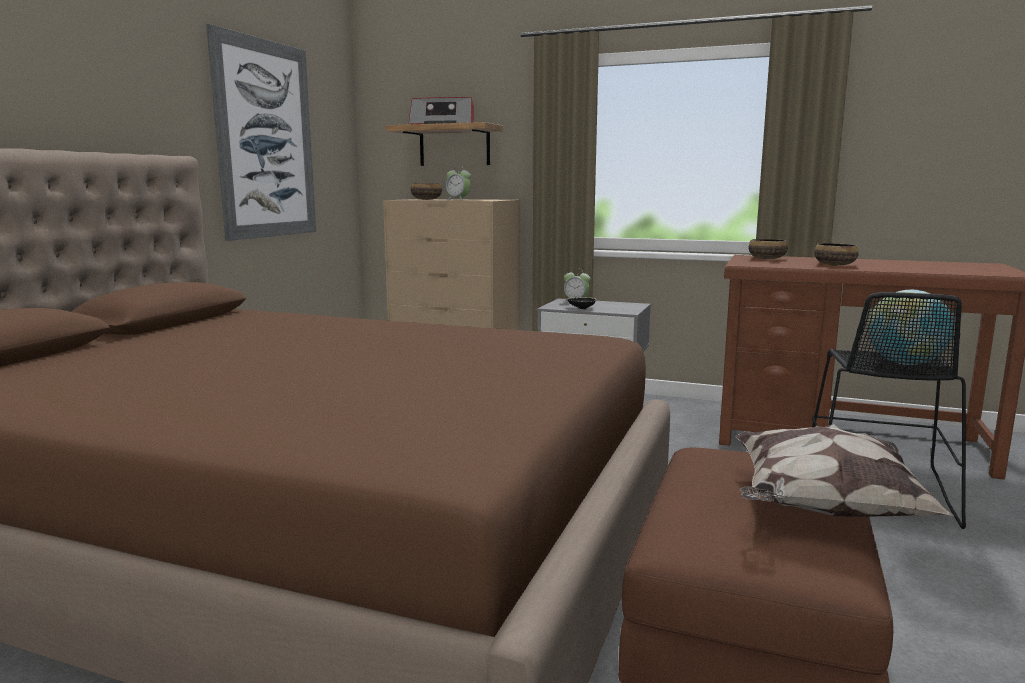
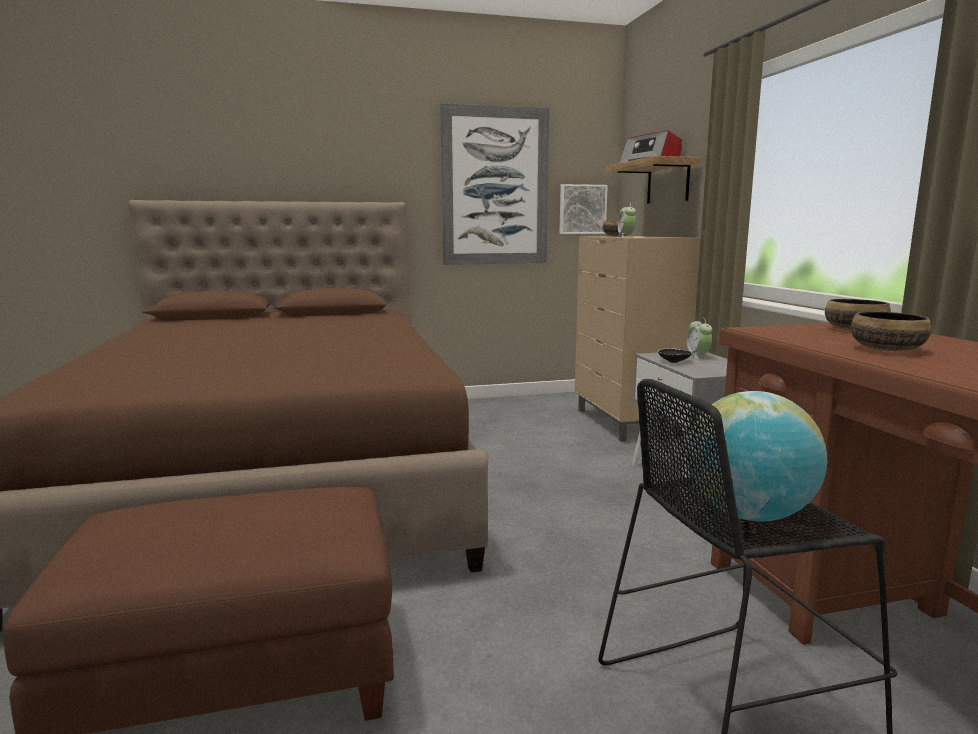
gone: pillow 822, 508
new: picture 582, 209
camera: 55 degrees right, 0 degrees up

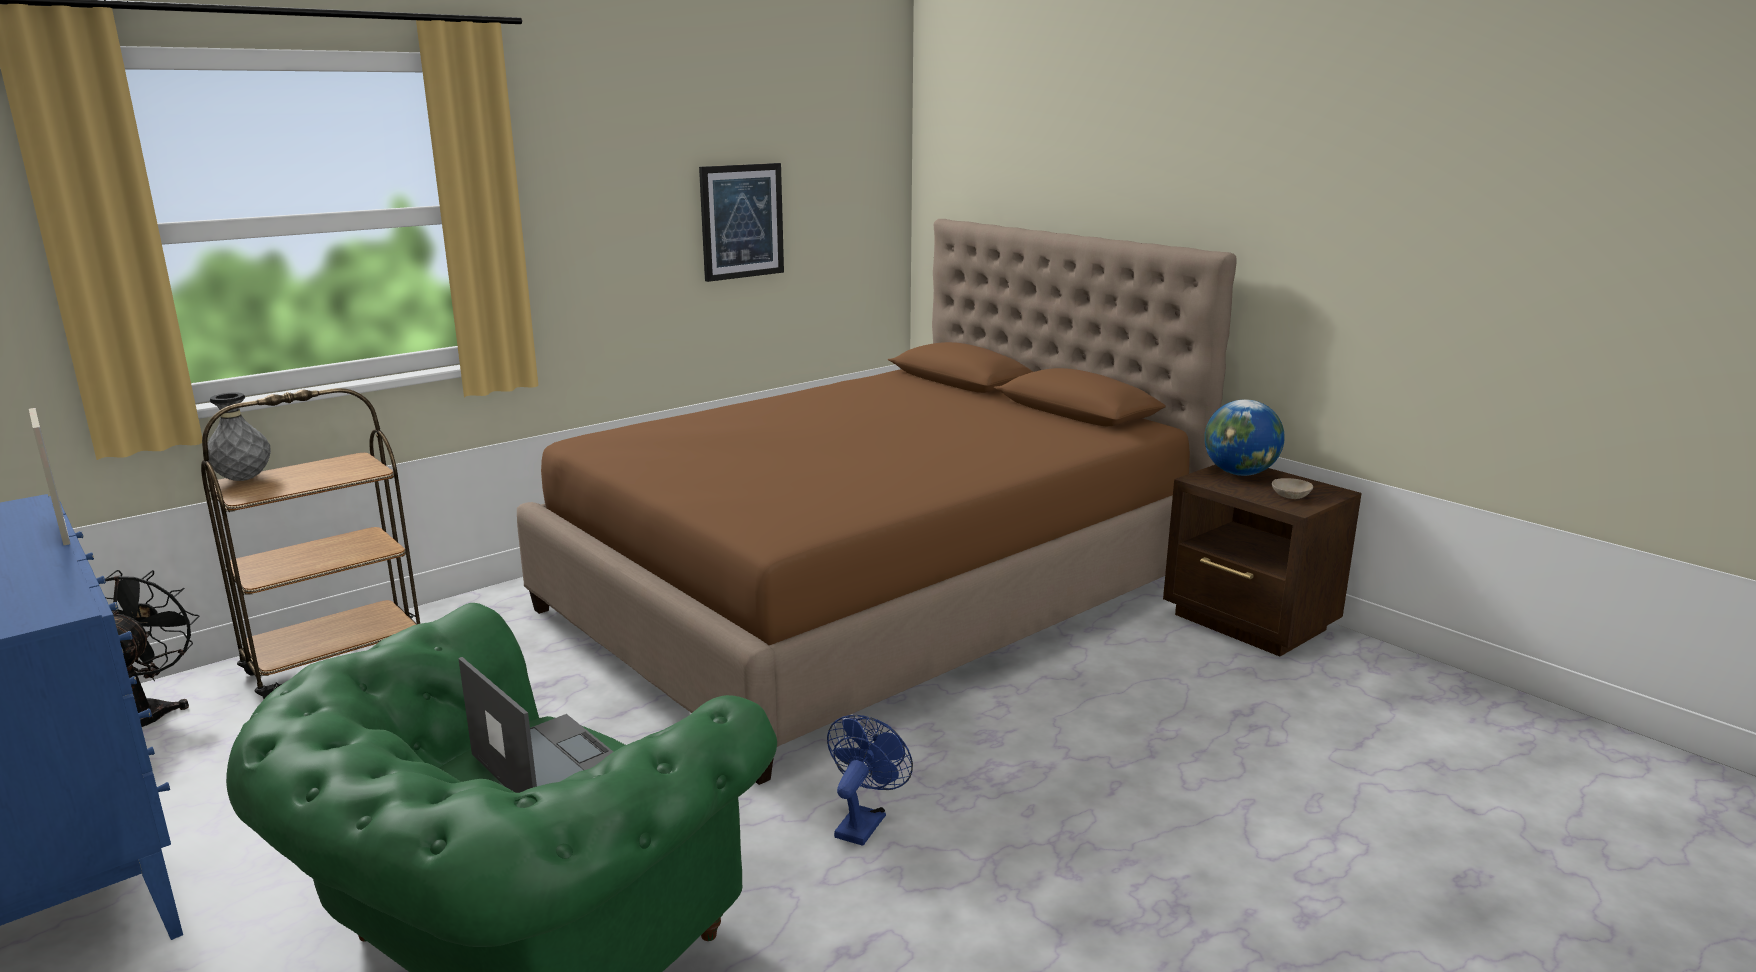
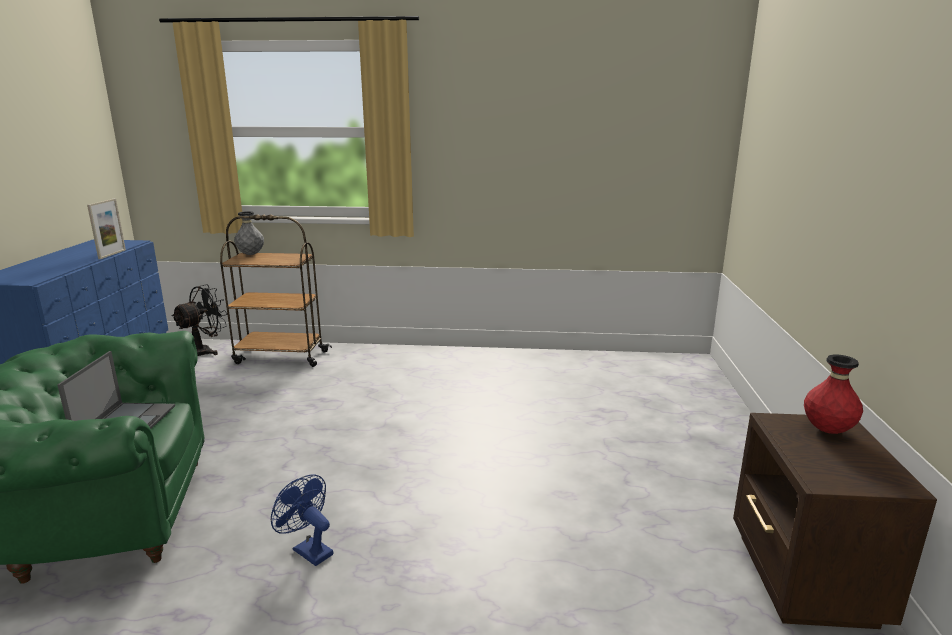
gone: picture 741, 221; brown bed 877, 595; beige bowl 1290, 496
swapped: globe 1240, 473 to red vase 827, 431
rotated: blue fan 863, 821 = 308, 550 120 degrees counterclockwise
camera: 45 degrees right, 0 degrees up

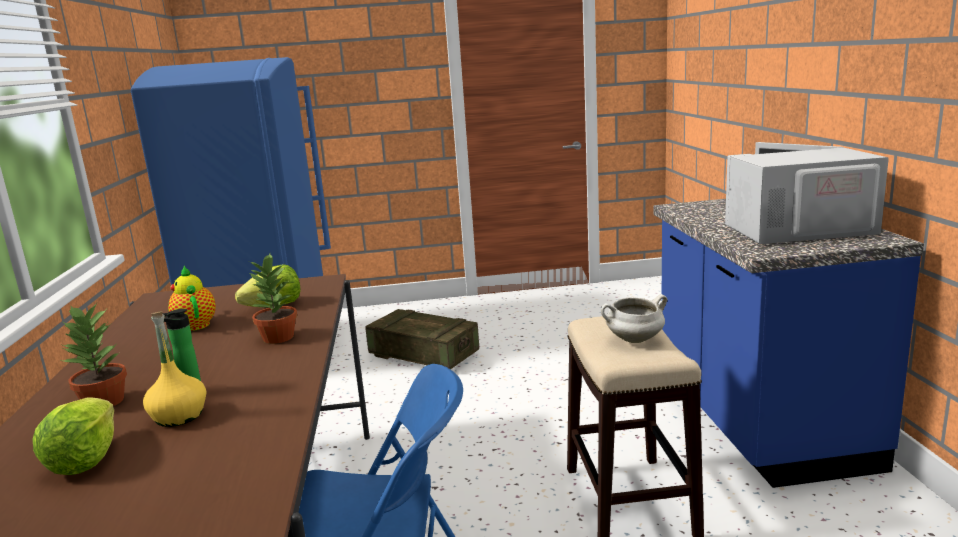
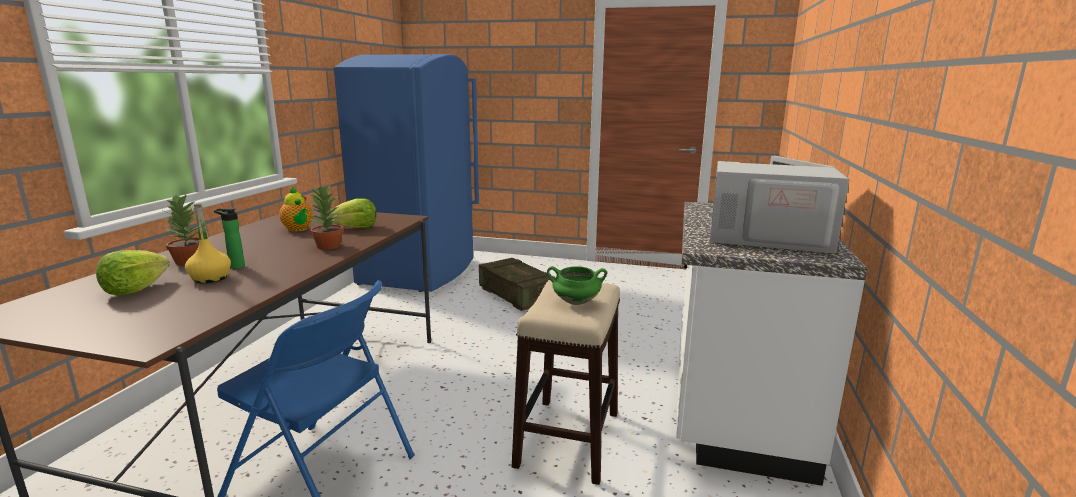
repainted: blue counter 757, 421 to white counter 733, 409; white cooking pot 634, 340 to green cooking pot 575, 302
rotated: teapot 195, 324 = 298, 229 150 degrees clockwise
camera: 20 degrees right, 0 degrees up

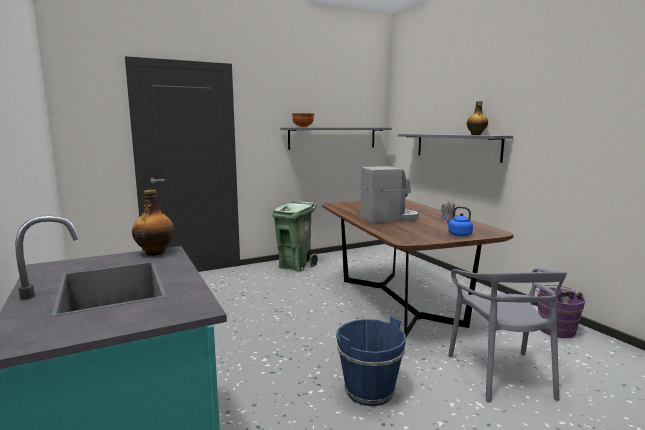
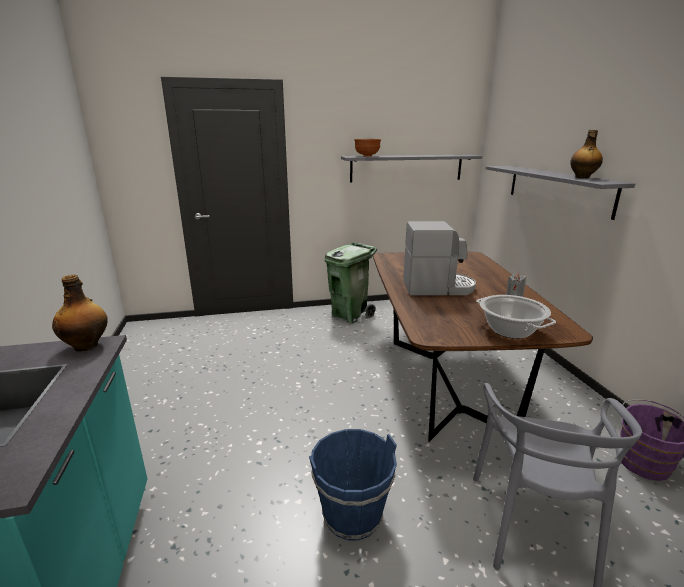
swapped: blue kettle 458, 234 to cooking pot 510, 330
camera: 15 degrees right, 10 degrees up

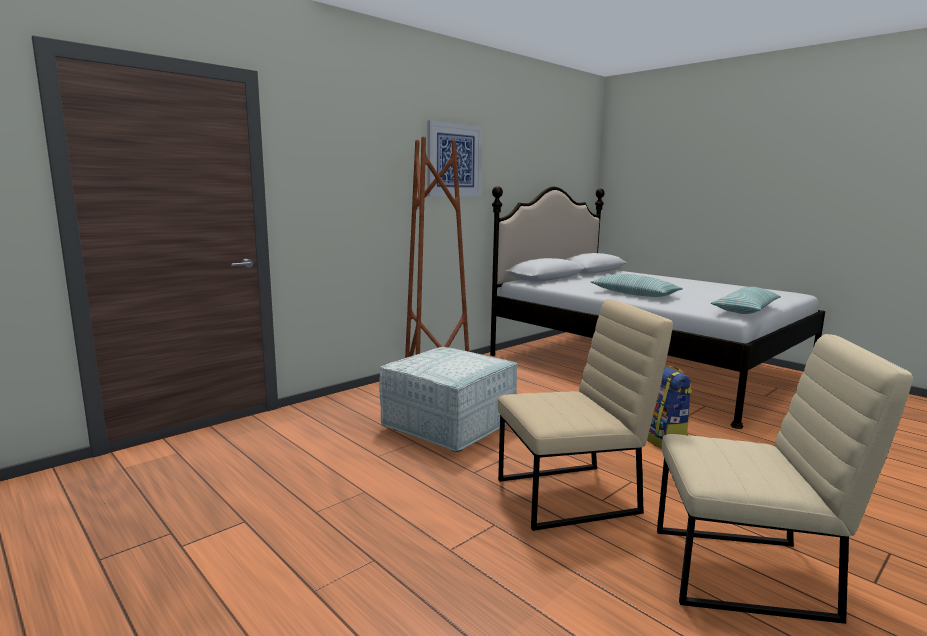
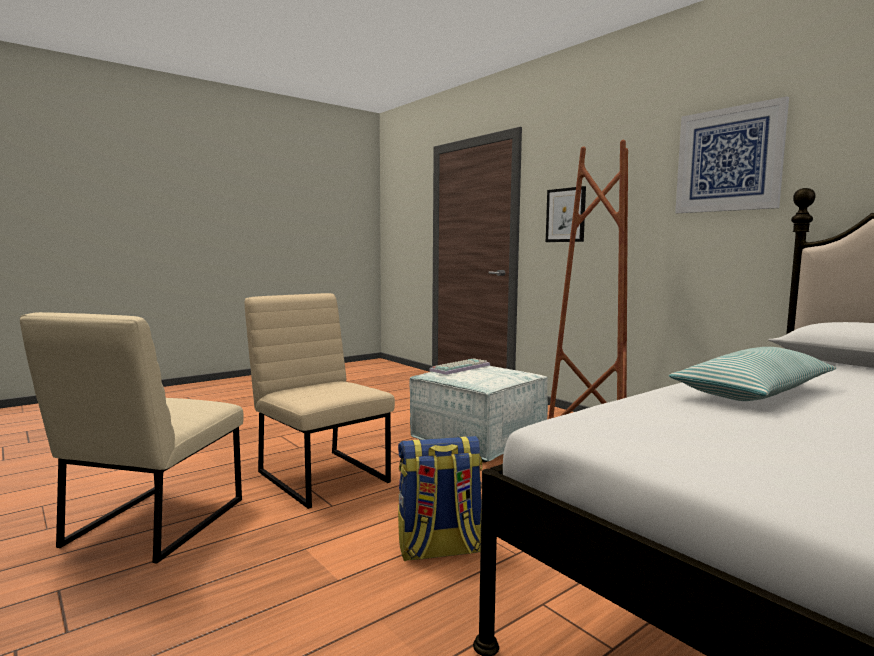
gone: pillow 745, 310
new: picture 565, 215; keyboard 460, 367
rotated: beige chair 571, 495 = 321, 475 150 degrees clockwise
camera: 95 degrees right, 5 degrees down

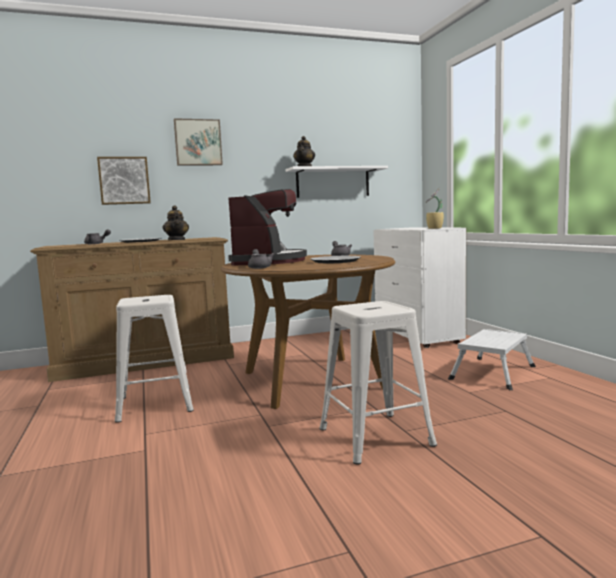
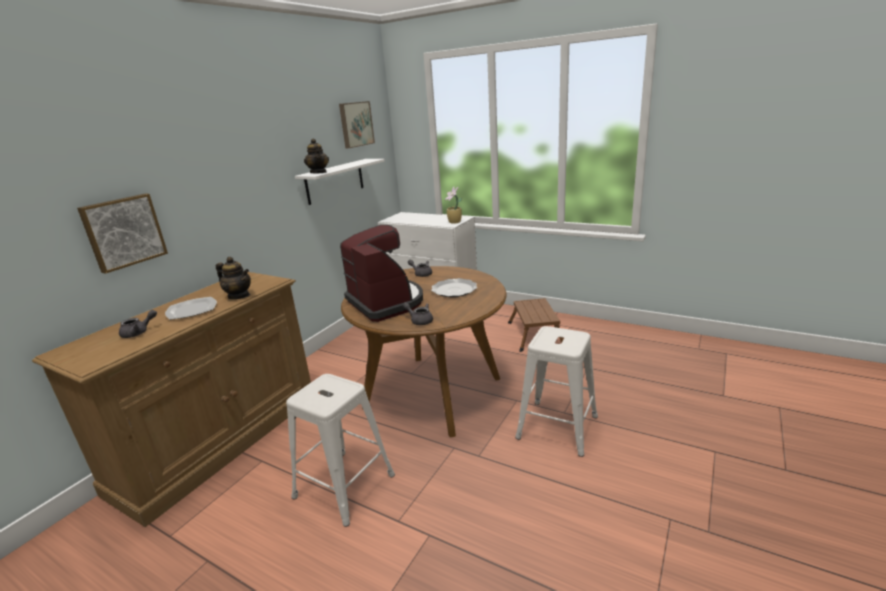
shifted: picture 198, 142 to 355, 124
repainted: white step ladder 493, 372 to brown step ladder 535, 334
camera: 40 degrees left, 15 degrees up

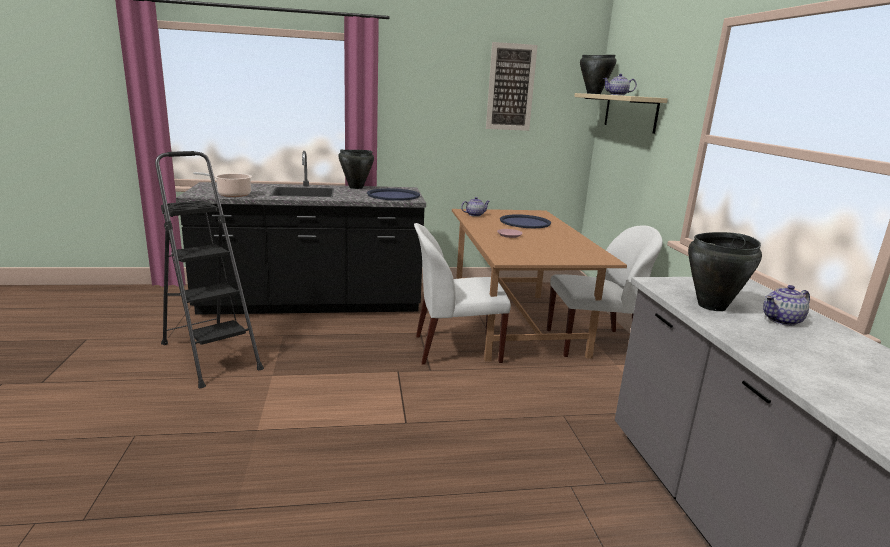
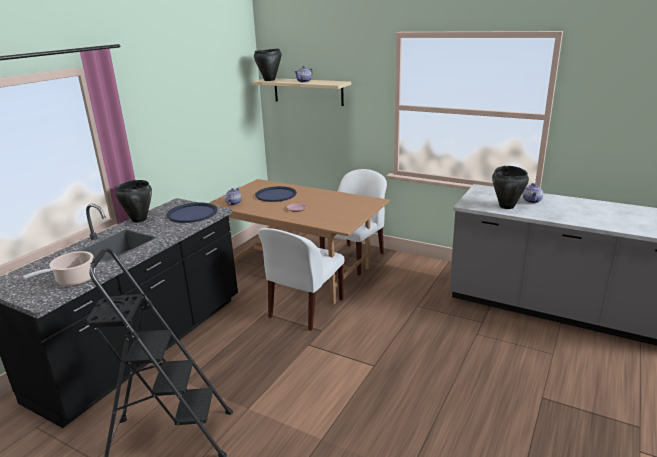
gone: picture 511, 87
camera: 50 degrees left, 5 degrees up

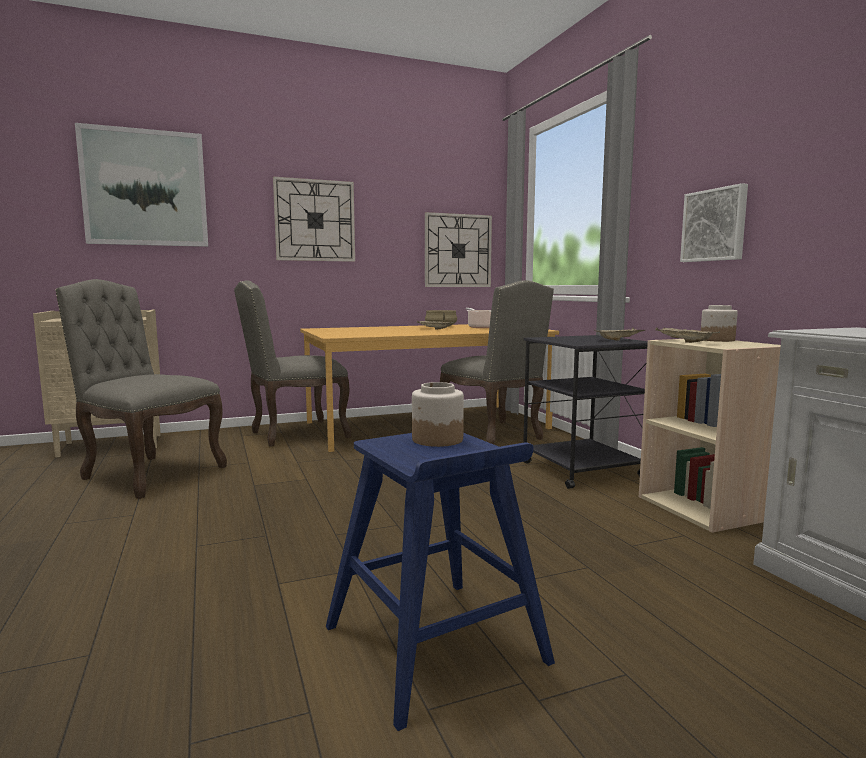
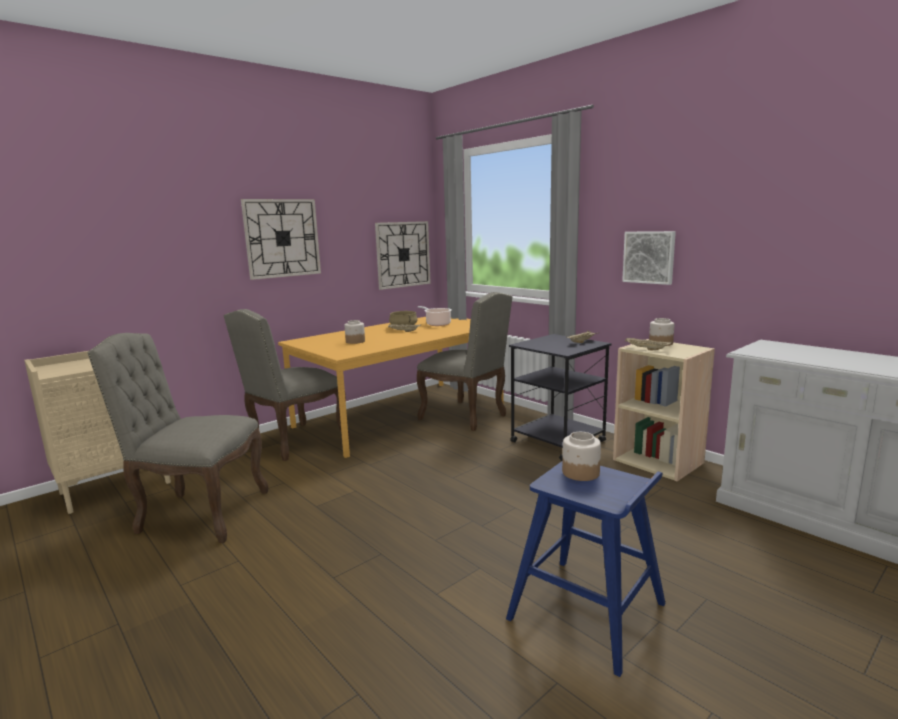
gone: picture 145, 188
new: jar 355, 341
camera: 20 degrees left, 5 degrees up

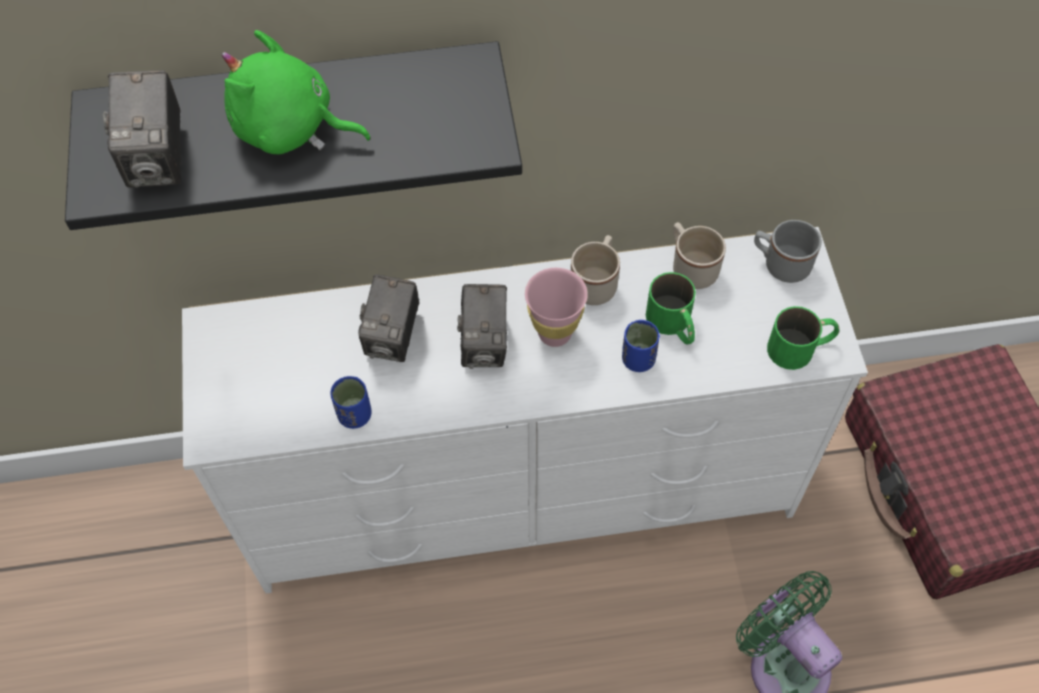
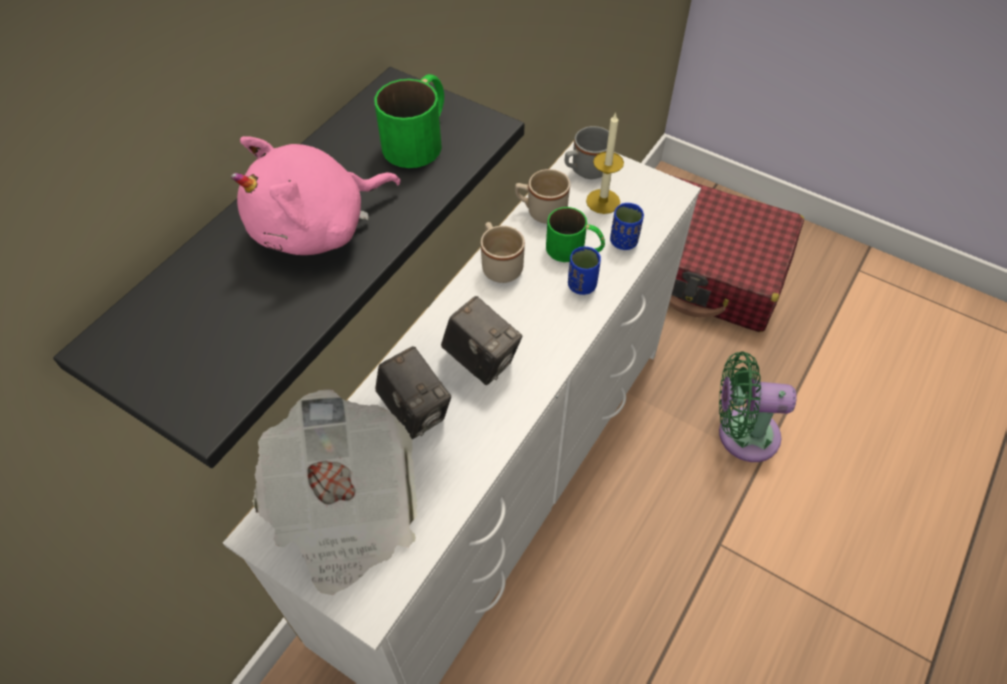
gone: photo camera 159, 160; pink cup 555, 333
new: candle 603, 201; newspaper 344, 511
shifted: green mug 801, 347 to 420, 138; blue cup 355, 415 to 623, 241
repainted: green plush toy 291, 129 to pink plush toy 318, 228
camera: 50 degrees left, 5 degrees down

